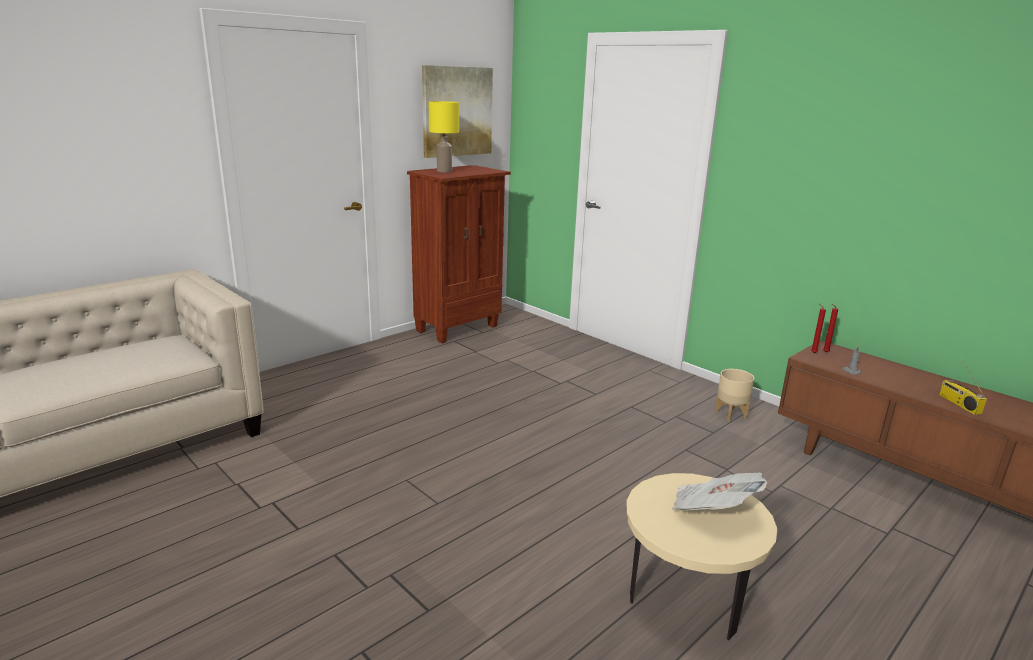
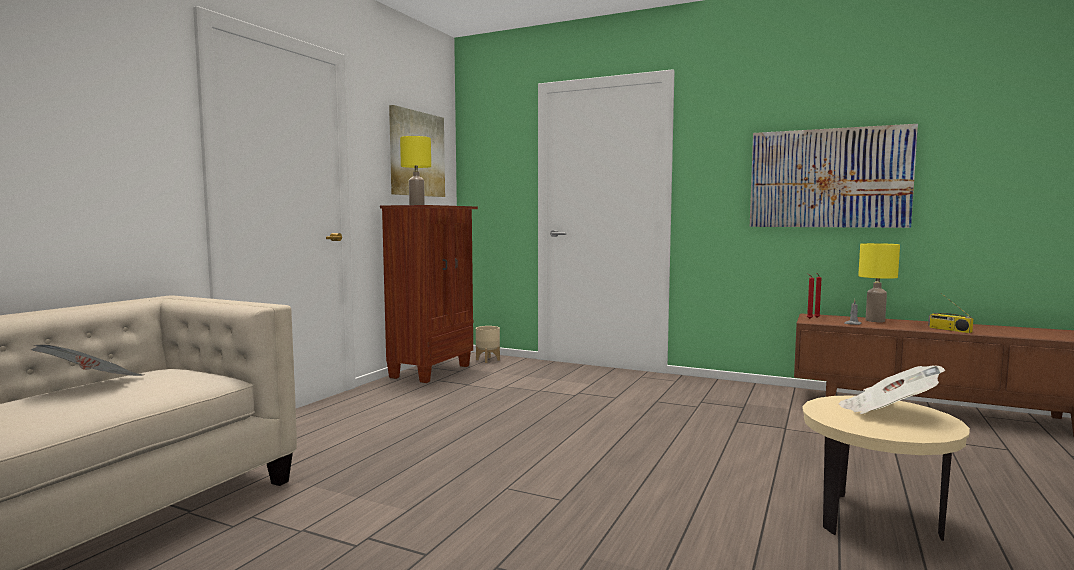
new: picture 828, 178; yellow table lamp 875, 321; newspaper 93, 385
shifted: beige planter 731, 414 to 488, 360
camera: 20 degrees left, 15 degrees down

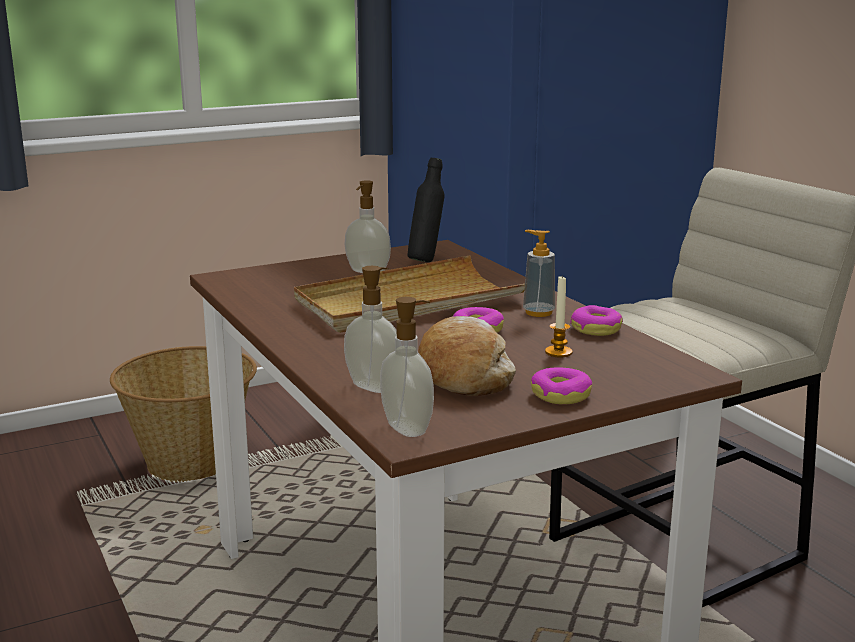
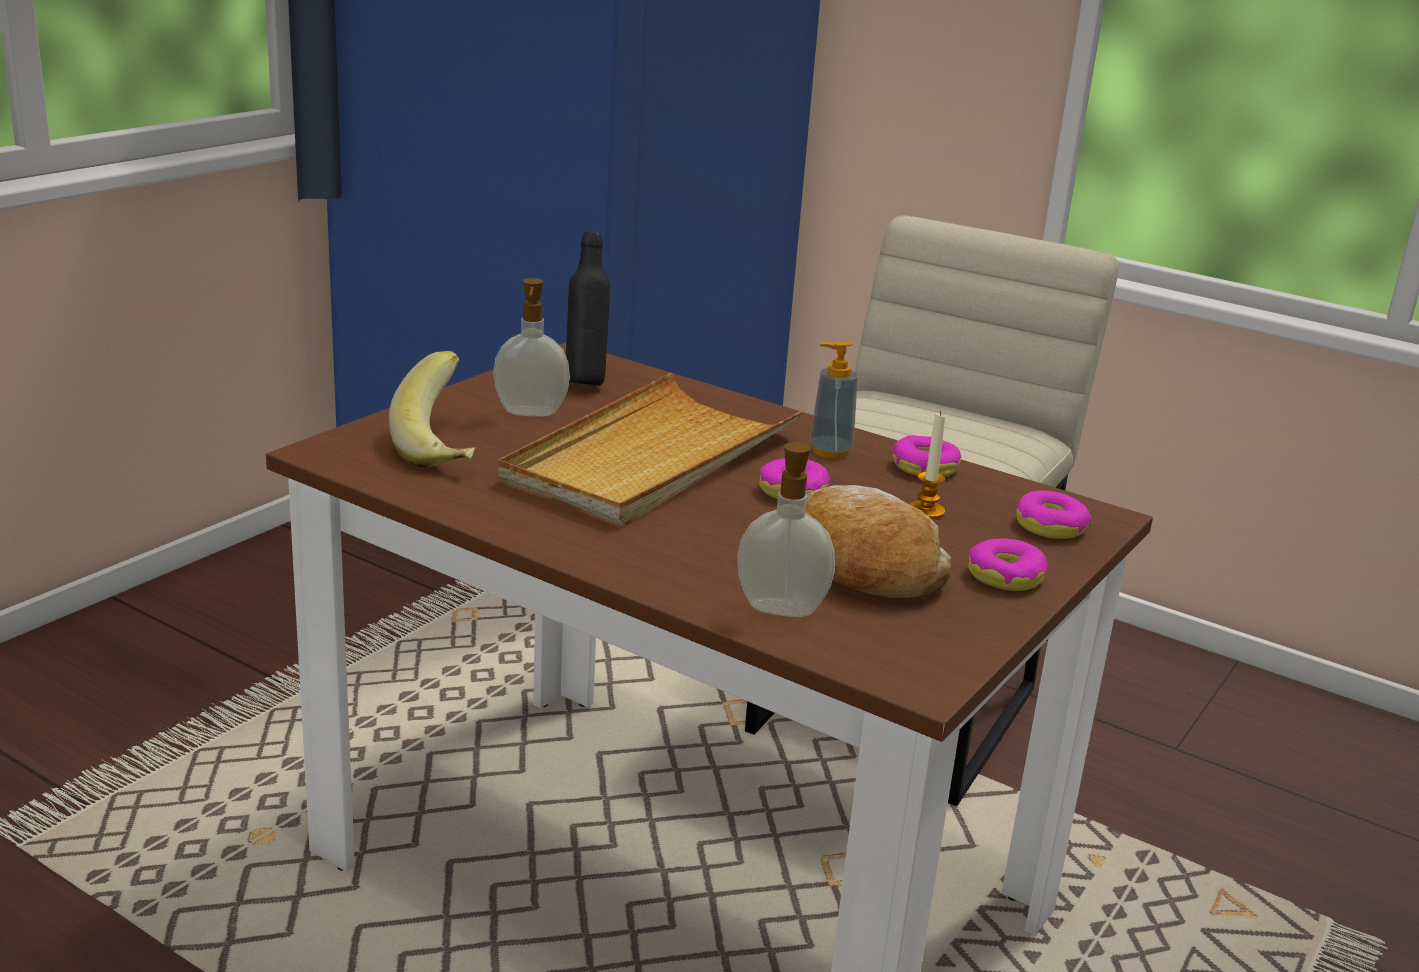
gone: soap dispenser 409, 428; basket 191, 463
new: banana 446, 448; donut 1050, 526
camera: 30 degrees left, 5 degrees up

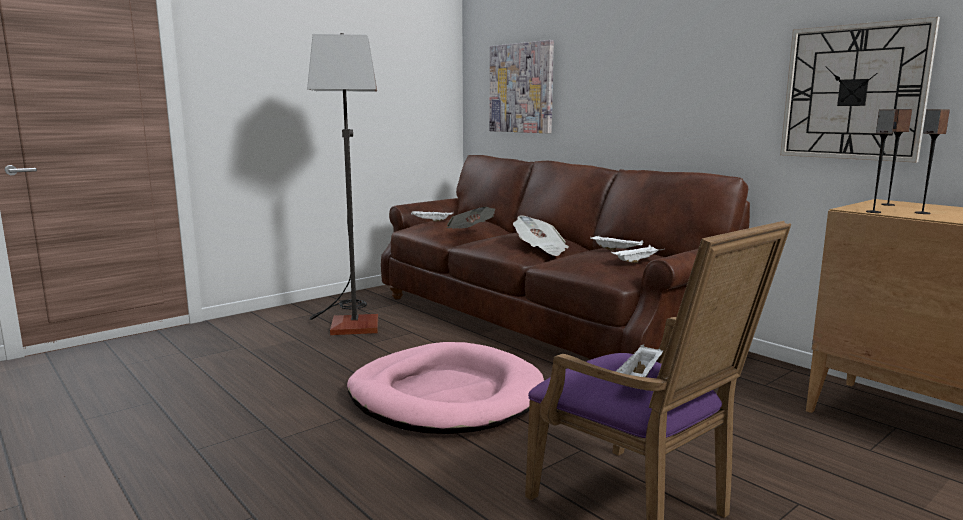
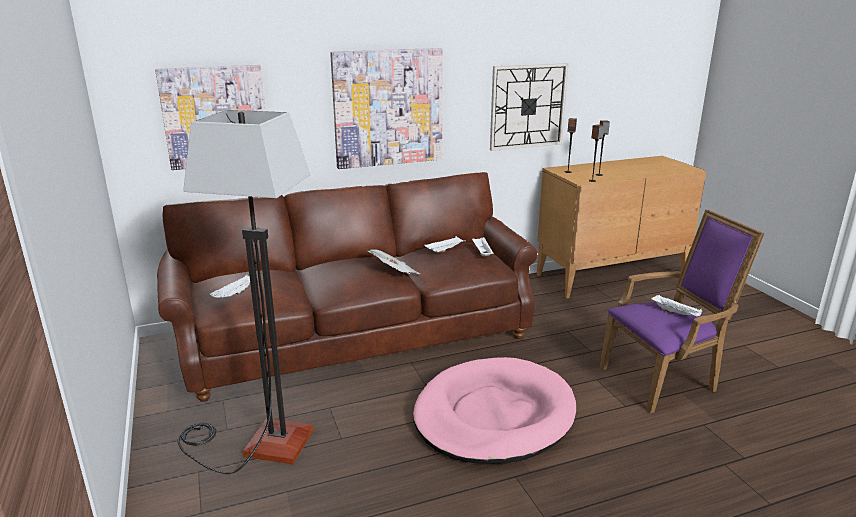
gone: newspaper 470, 232
new: picture 388, 108
camera: 70 degrees left, 10 degrees up

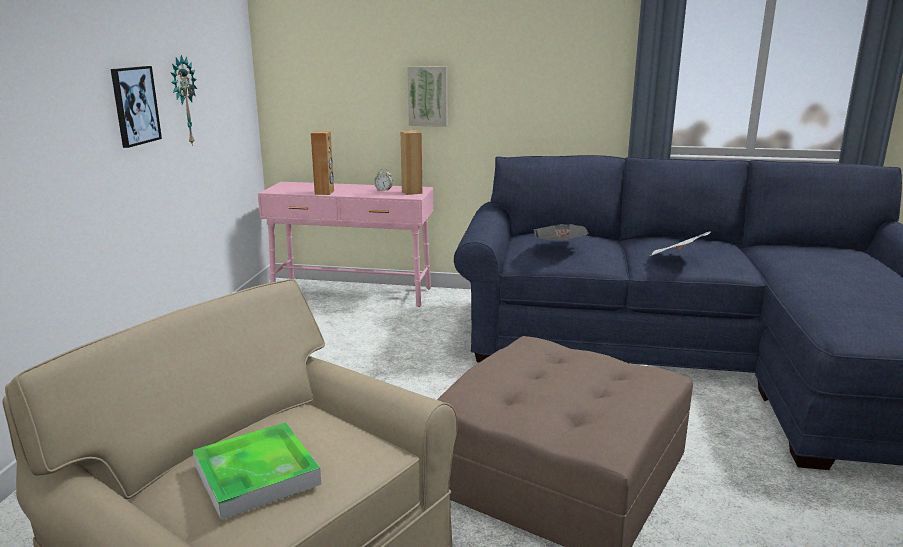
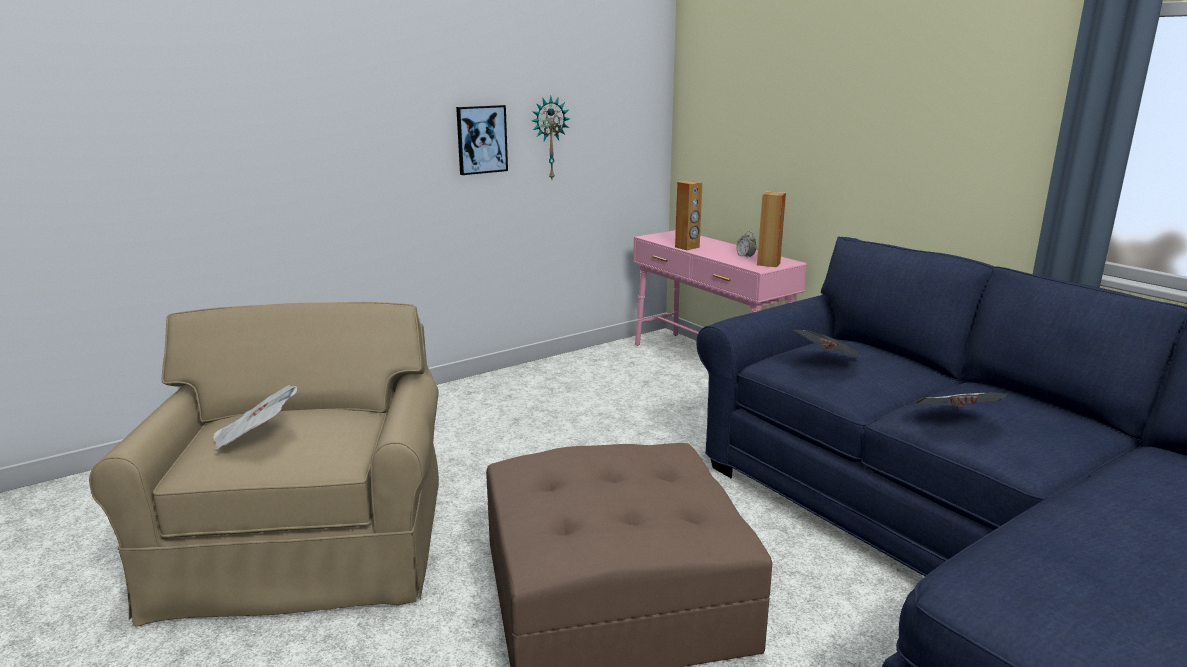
gone: picture 428, 96
swapped: tray 257, 475 to newspaper 255, 438
camera: 45 degrees right, 0 degrees up

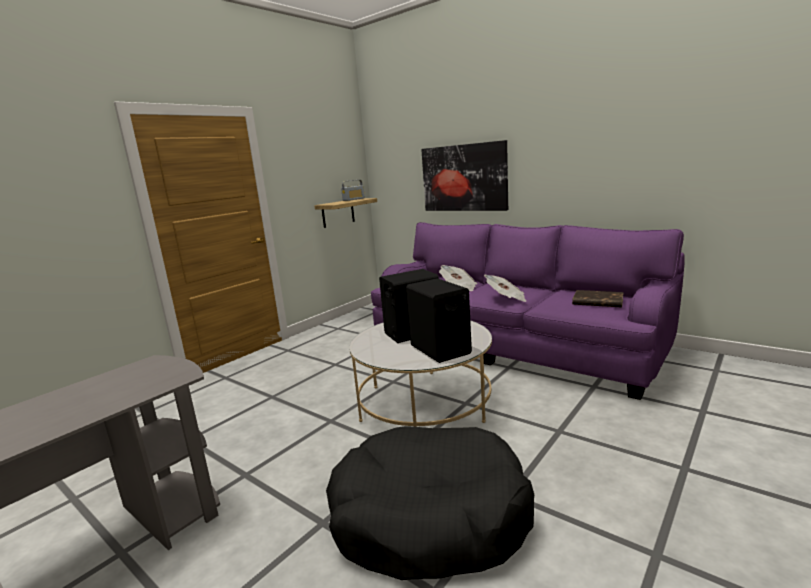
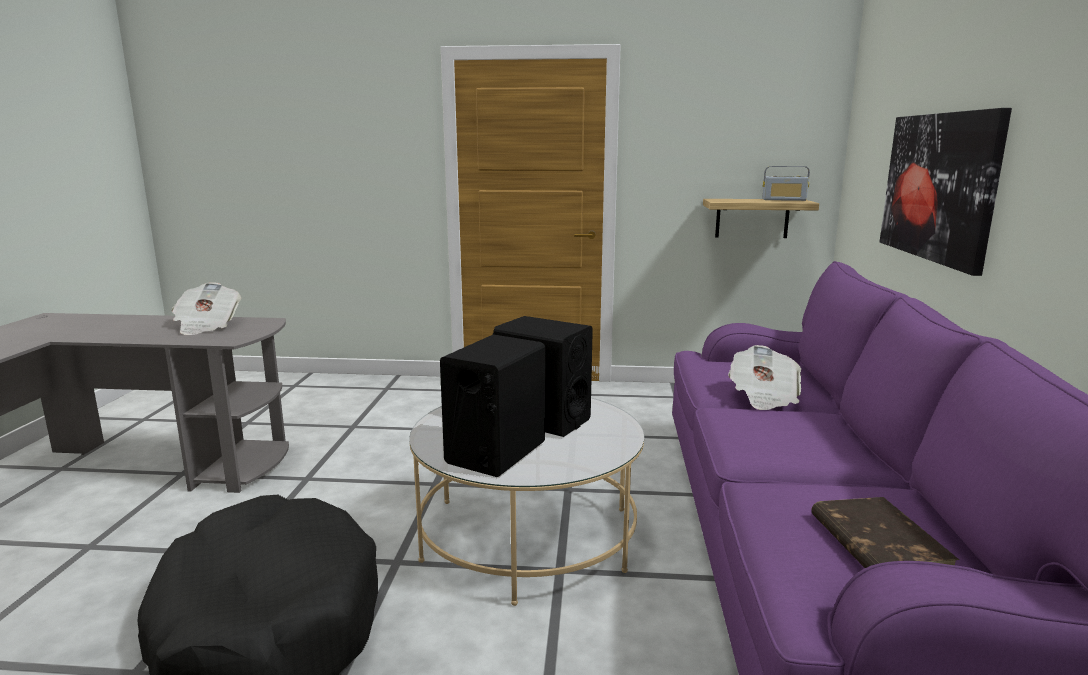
shifted: newspaper 506, 299 to 207, 326
camera: 55 degrees right, 0 degrees up

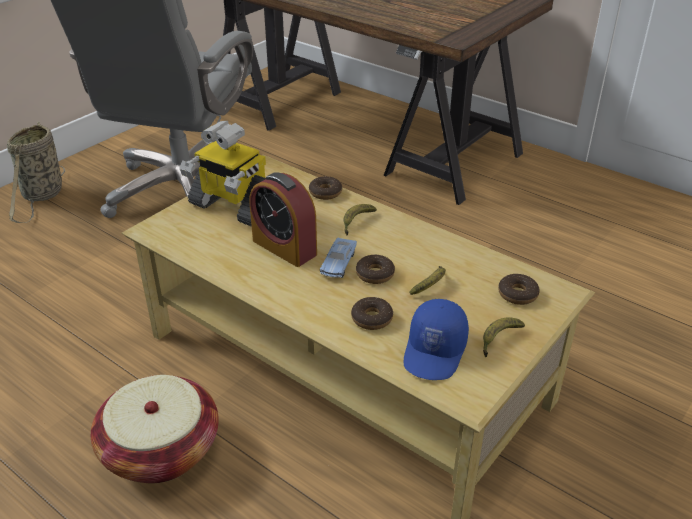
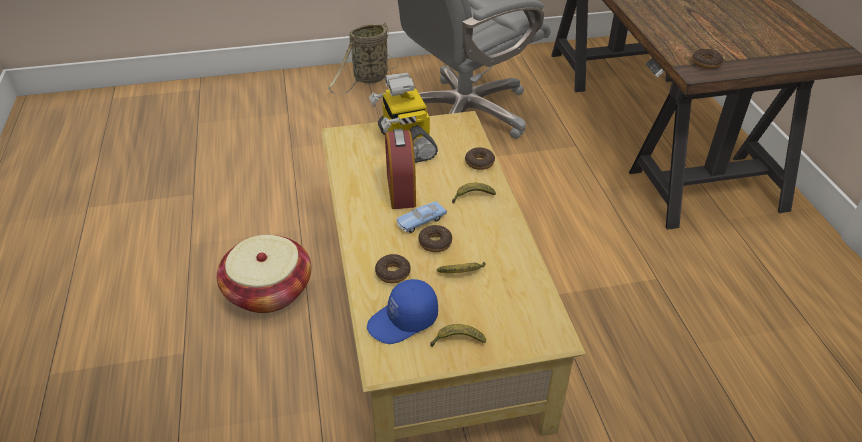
shifted: donut 517, 294 to 706, 63
camera: 40 degrees right, 5 degrees up

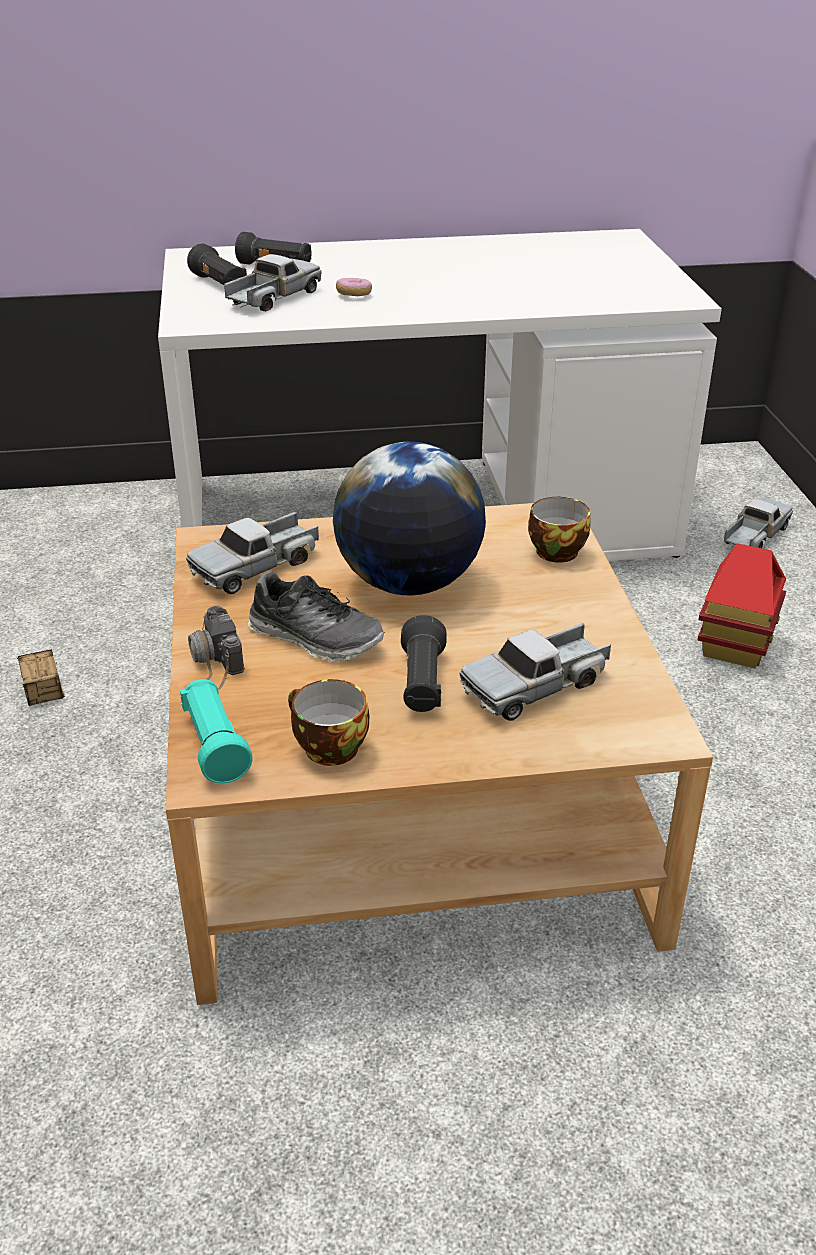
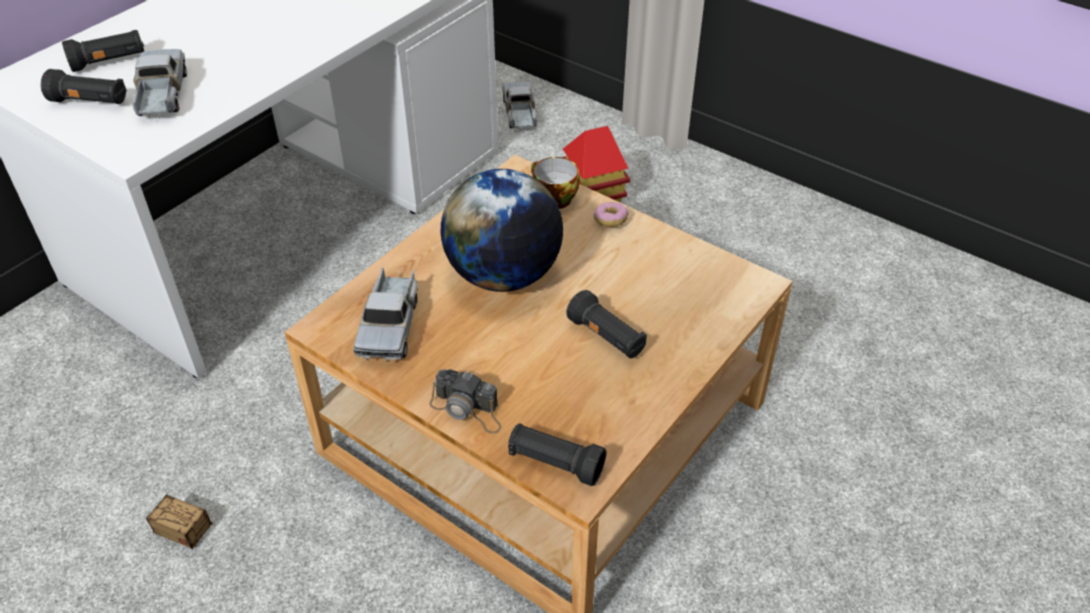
gone: shoe 315, 638; toy truck 536, 685; cup 327, 748
shifted: donut 354, 295 to 610, 220
repainted: turquoise flashlight 215, 745 to black flashlight 555, 463
camera: 45 degrees left, 10 degrees up

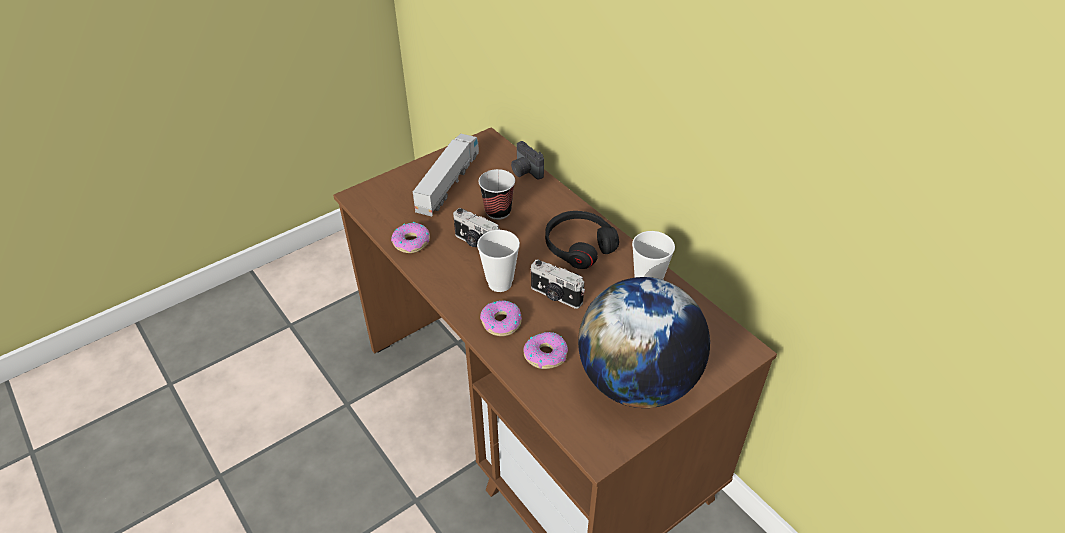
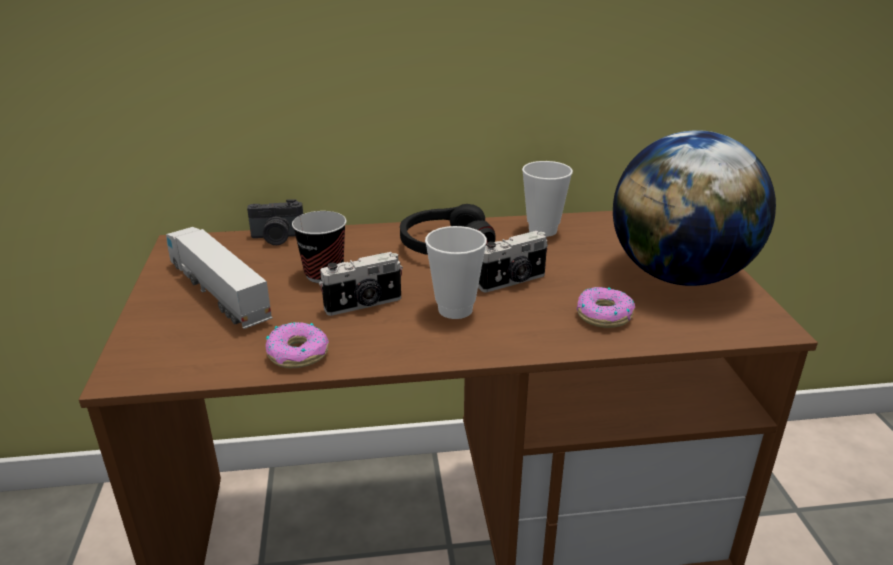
gone: donut 501, 322
camera: 60 degrees left, 15 degrees down

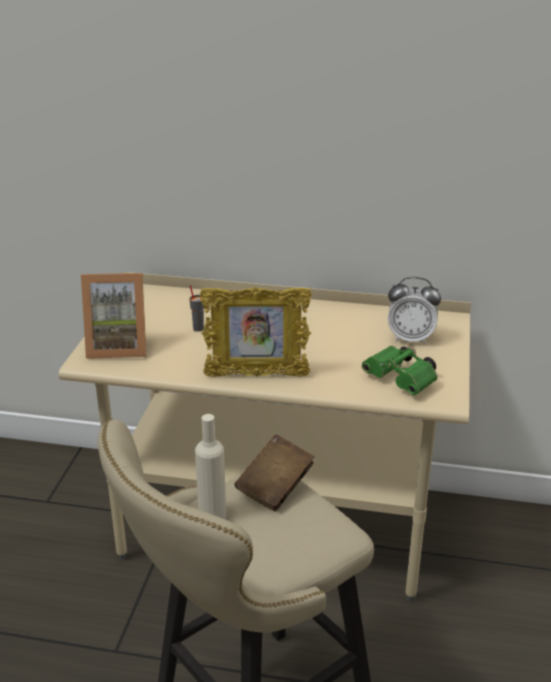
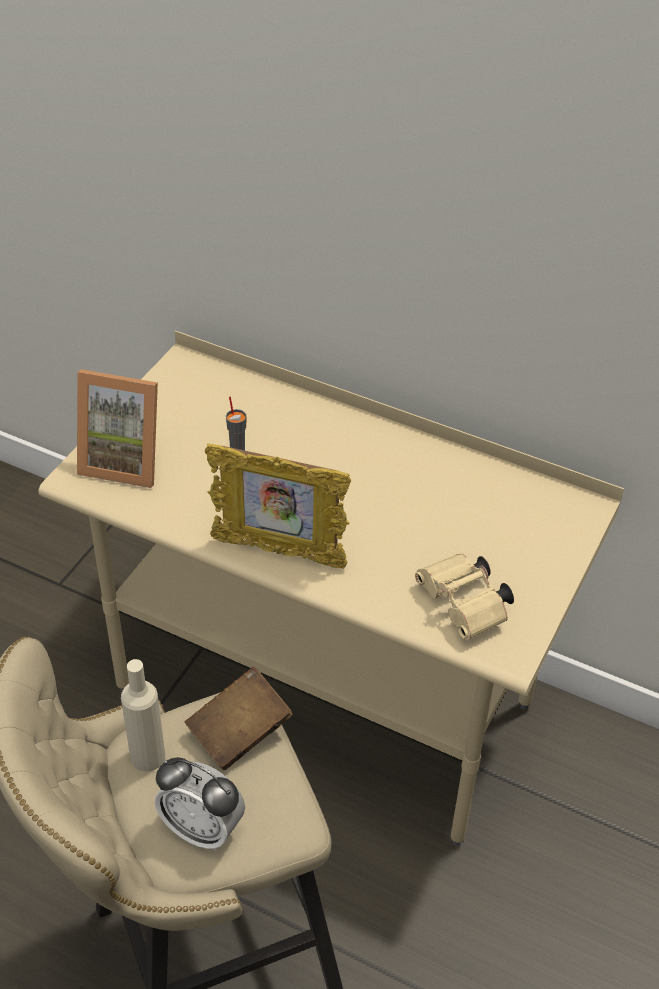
shifted: alarm clock 410, 338 to 202, 829
repainted: green binoculars 402, 381 to beige binoculars 465, 607
camera: 15 degrees right, 15 degrees up

